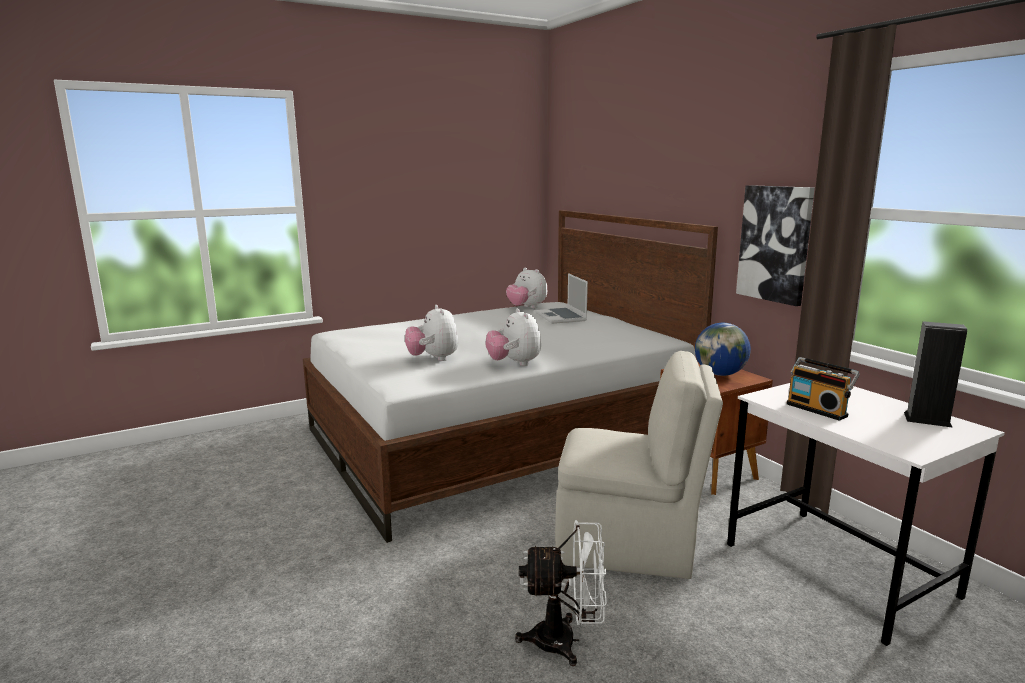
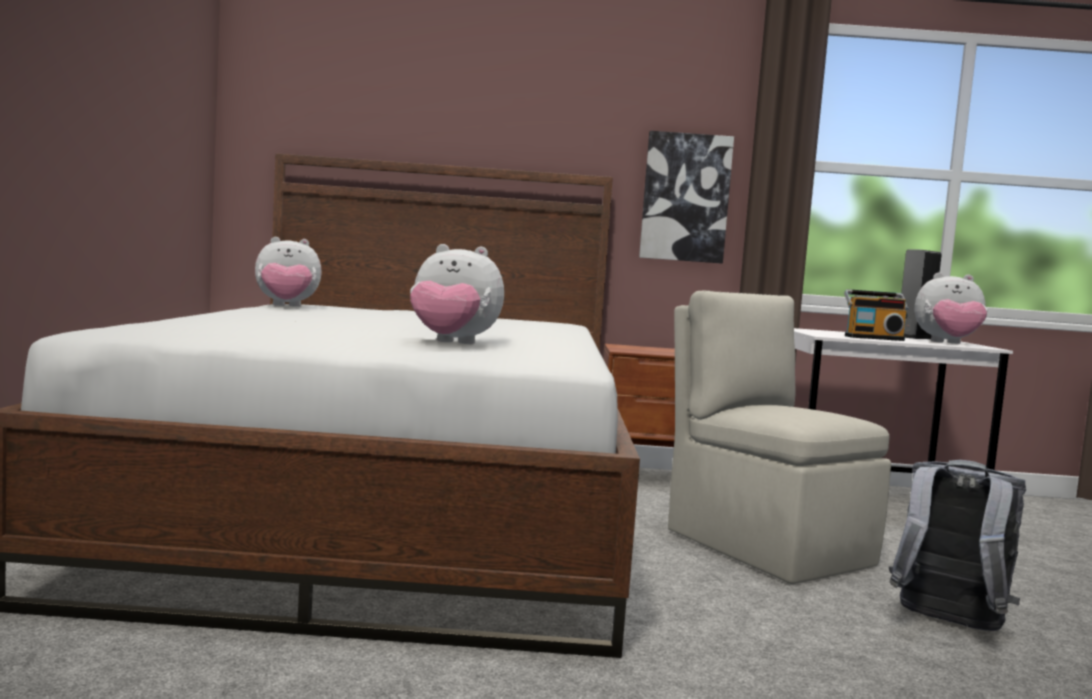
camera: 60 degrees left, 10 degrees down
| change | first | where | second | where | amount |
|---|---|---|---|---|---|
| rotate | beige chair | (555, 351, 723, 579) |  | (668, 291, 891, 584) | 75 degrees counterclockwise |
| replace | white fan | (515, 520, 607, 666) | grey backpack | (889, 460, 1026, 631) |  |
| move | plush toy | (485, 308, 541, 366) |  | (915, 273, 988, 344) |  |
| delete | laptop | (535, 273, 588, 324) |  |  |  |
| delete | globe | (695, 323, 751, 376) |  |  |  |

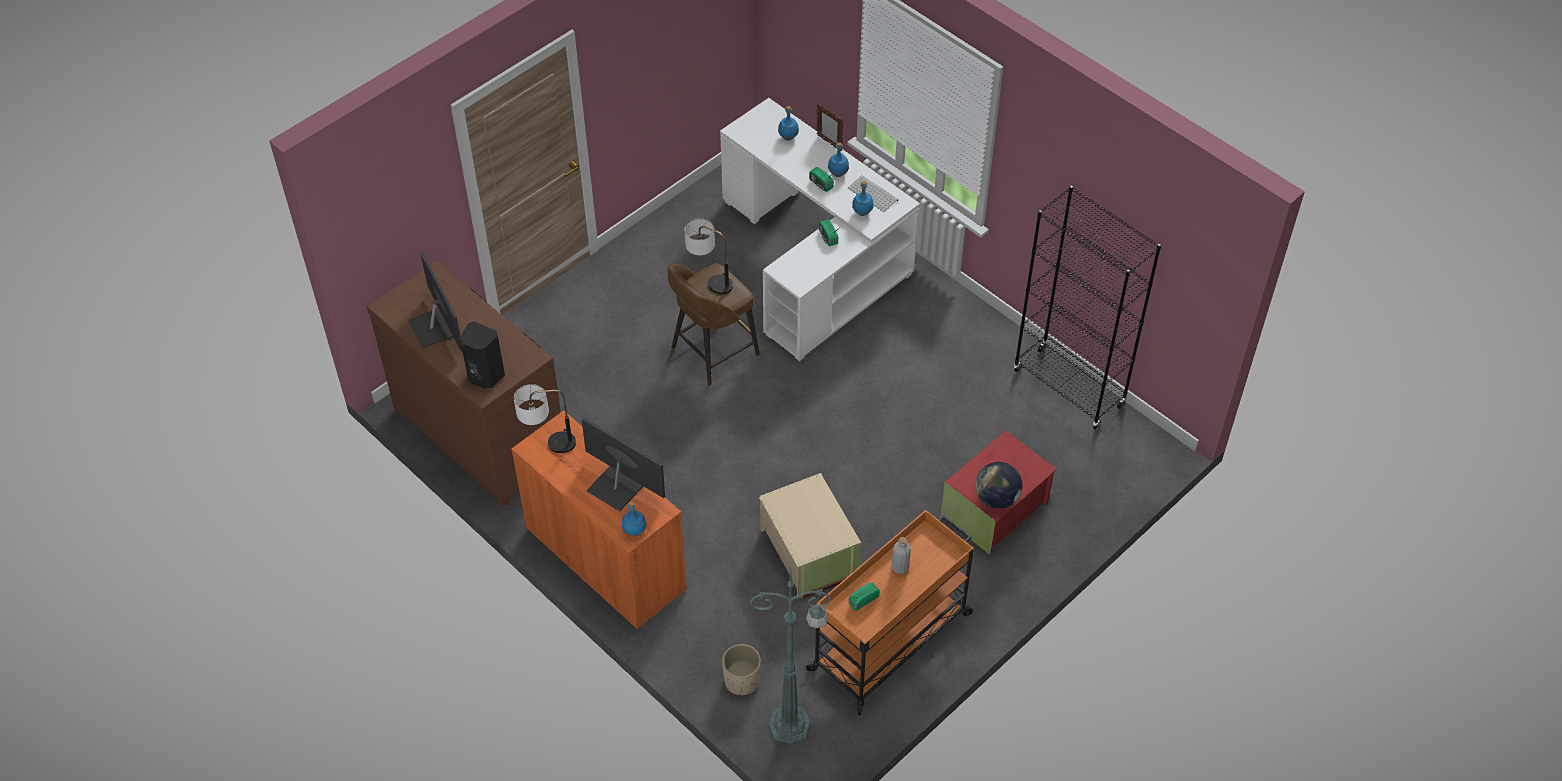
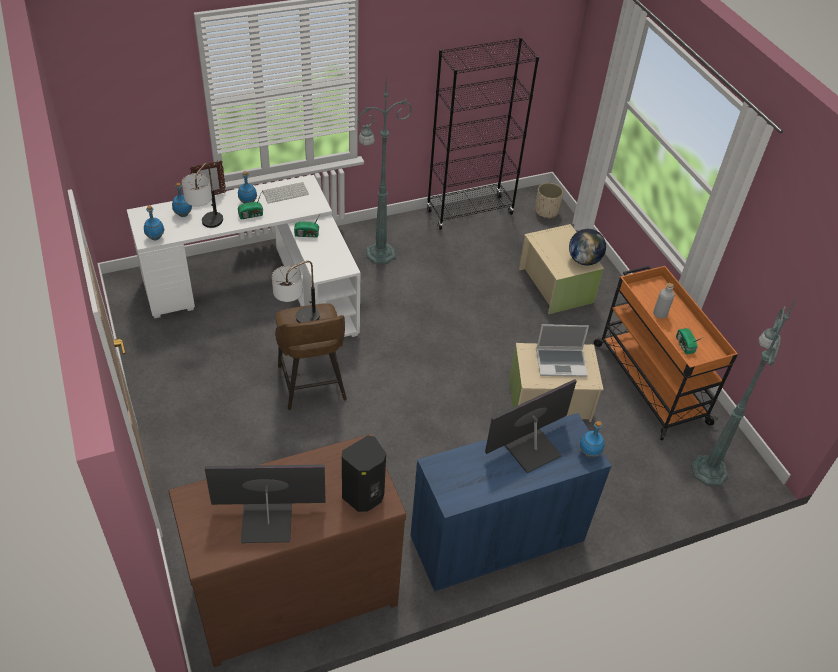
camera: 70 degrees left, 5 degrees down
| change | first | where | second | where | amount |
|---|---|---|---|---|---|
| move | blue bottle | (852, 181, 874, 216) |  | (144, 206, 165, 240) |  |
| move | table lamp | (514, 384, 576, 453) |  | (182, 163, 223, 228) |  |
| insert |  |  | green floor lamp | (358, 75, 412, 264) |  |
| recolor | orange cabinet | (511, 410, 687, 630) | blue cabinet | (410, 413, 611, 592) |  |
| recolor | red storage box | (941, 430, 1057, 555) | beige storage box | (519, 224, 604, 314) |  |
| move | beige planter | (722, 644, 761, 695) |  | (535, 183, 563, 219) |  |
| insert |  |  | laptop | (536, 324, 589, 377) |  |

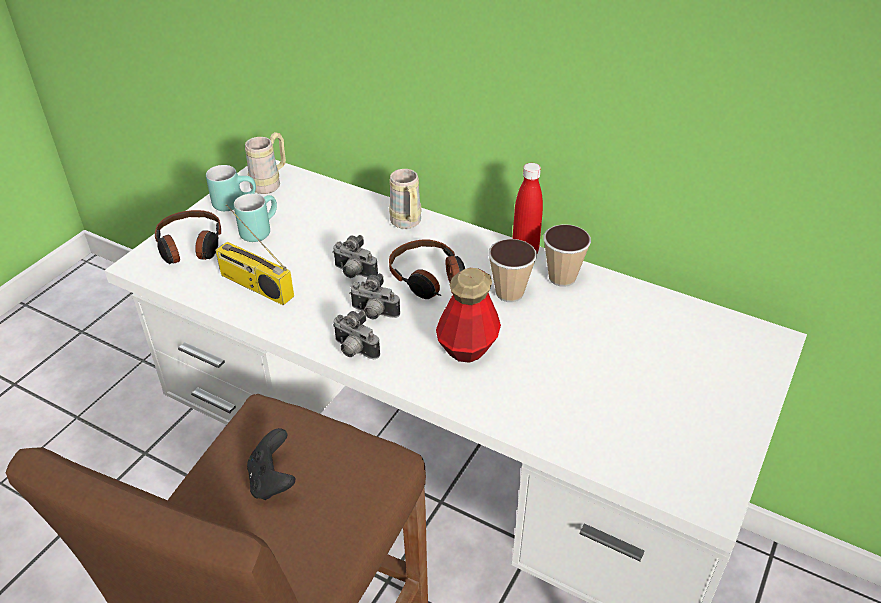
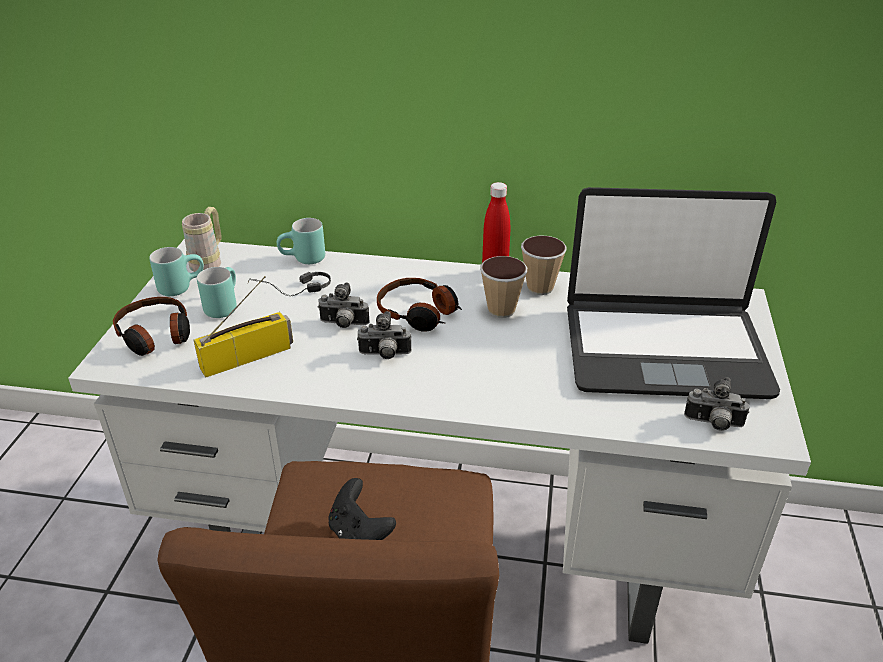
camera: 20 degrees left, 5 degrees down
| change | first | where | second | where | amount |
|---|---|---|---|---|---|
| rotate | radio | (215, 205, 294, 305) |  | (194, 276, 293, 378) | 135 degrees clockwise |
| insert |  |  | headphones | (248, 272, 331, 296) |  |
| insert |  |  | turquoise mug | (277, 218, 325, 264) |  |
| insert |  |  | laptop | (567, 187, 780, 399) |  |
| move | photo camera | (333, 311, 380, 359) |  | (684, 378, 749, 431) |  |
| delete | beige mug | (389, 169, 421, 229) |  |  |  |
| delete | bottle | (436, 268, 501, 363) |  |  |  |

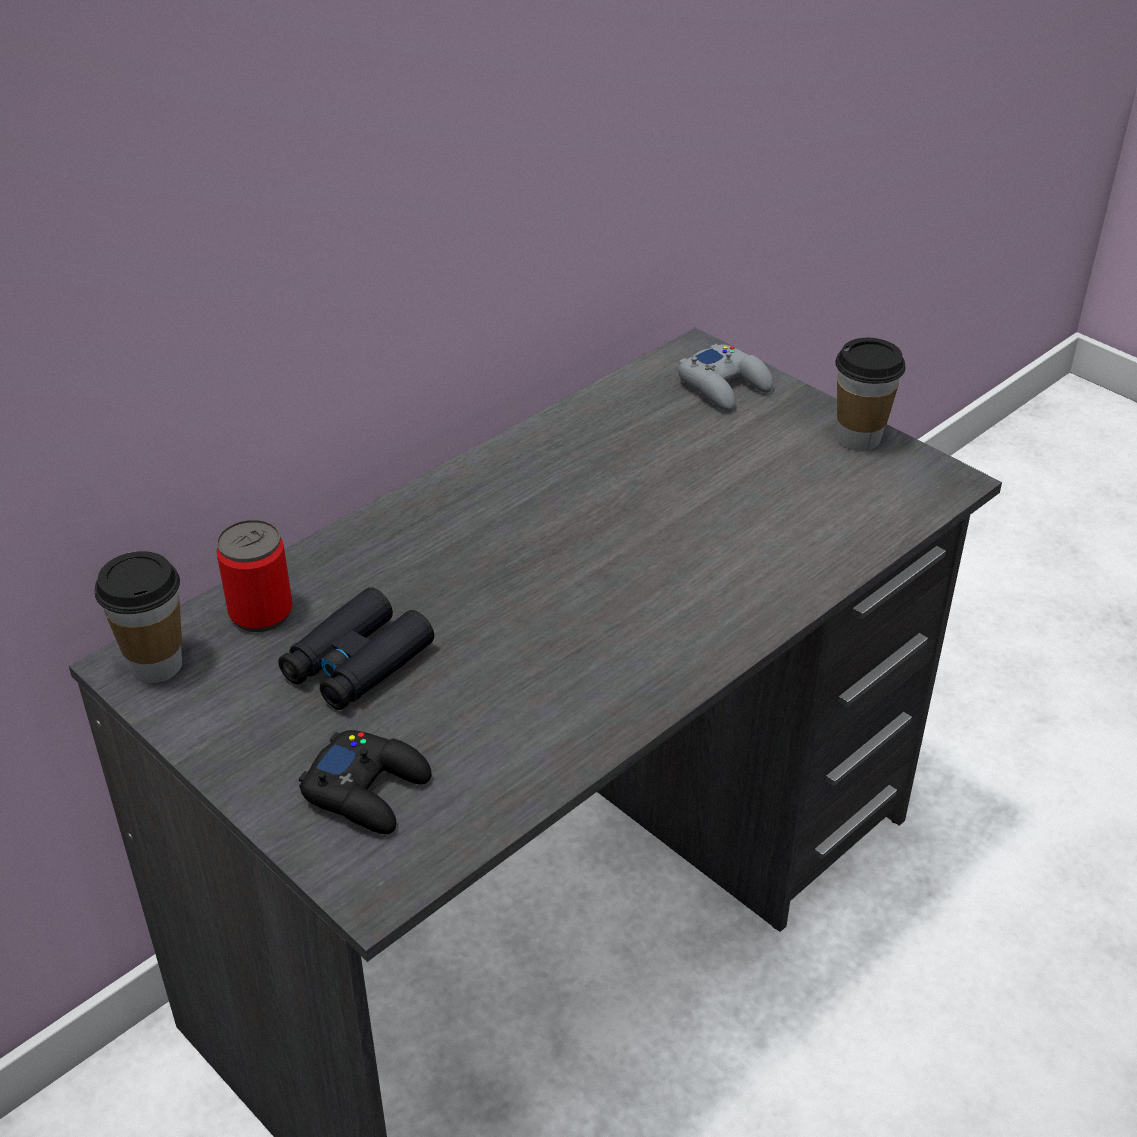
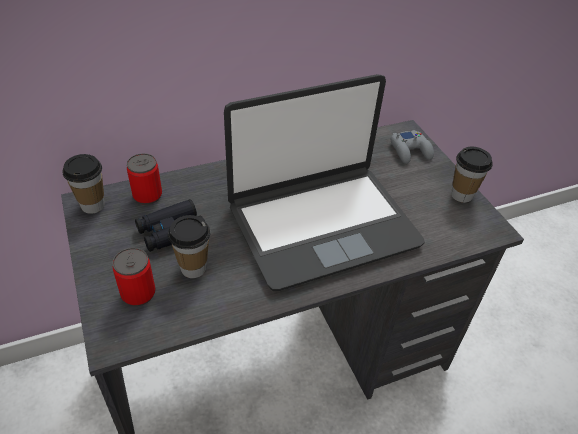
camera: 20 degrees right, 5 degrees up
| change | first | where | second | where | amount |
|---|---|---|---|---|---|
| replace | black game controller | (299, 730, 432, 834) | can | (113, 248, 156, 306) |  |
| insert |  |  | cup | (168, 215, 210, 278) |  |
| insert |  |  | laptop | (224, 74, 425, 291) |  |

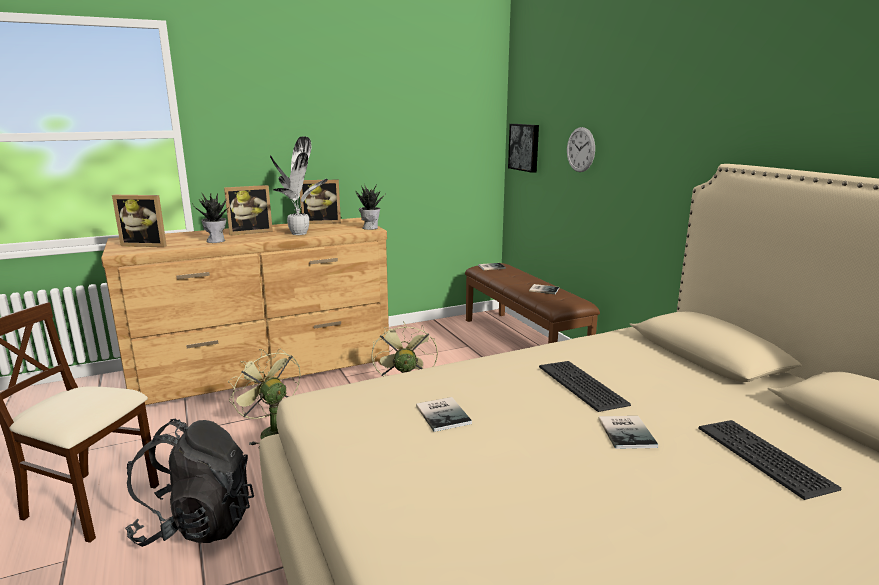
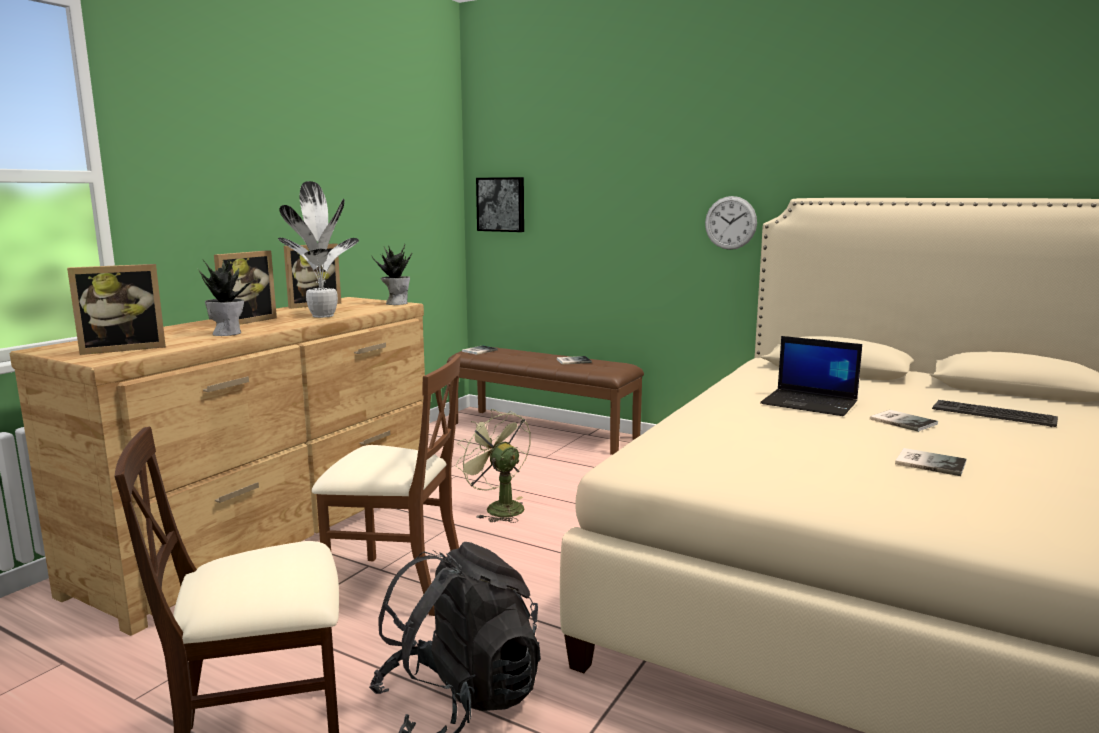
camera: 35 degrees left, 5 degrees down
| change | first | where | second | where | amount |
|---|---|---|---|---|---|
| replace | green fan | (228, 349, 301, 448) | brown chair | (312, 354, 461, 616) |  |
| move | wall clock | (567, 127, 595, 172) |  | (705, 196, 757, 250) |  |
| replace | keyboard | (539, 361, 631, 412) | laptop | (760, 336, 862, 416) |  |
| move | book | (416, 397, 472, 432) |  | (895, 448, 966, 476) |  |

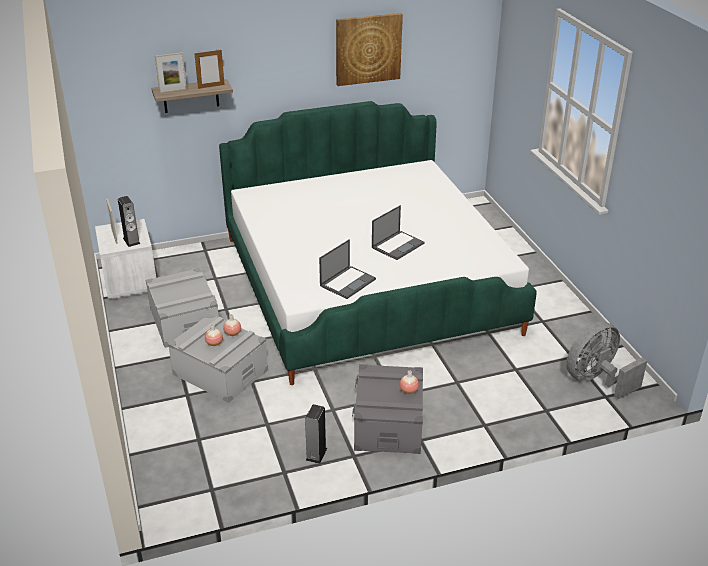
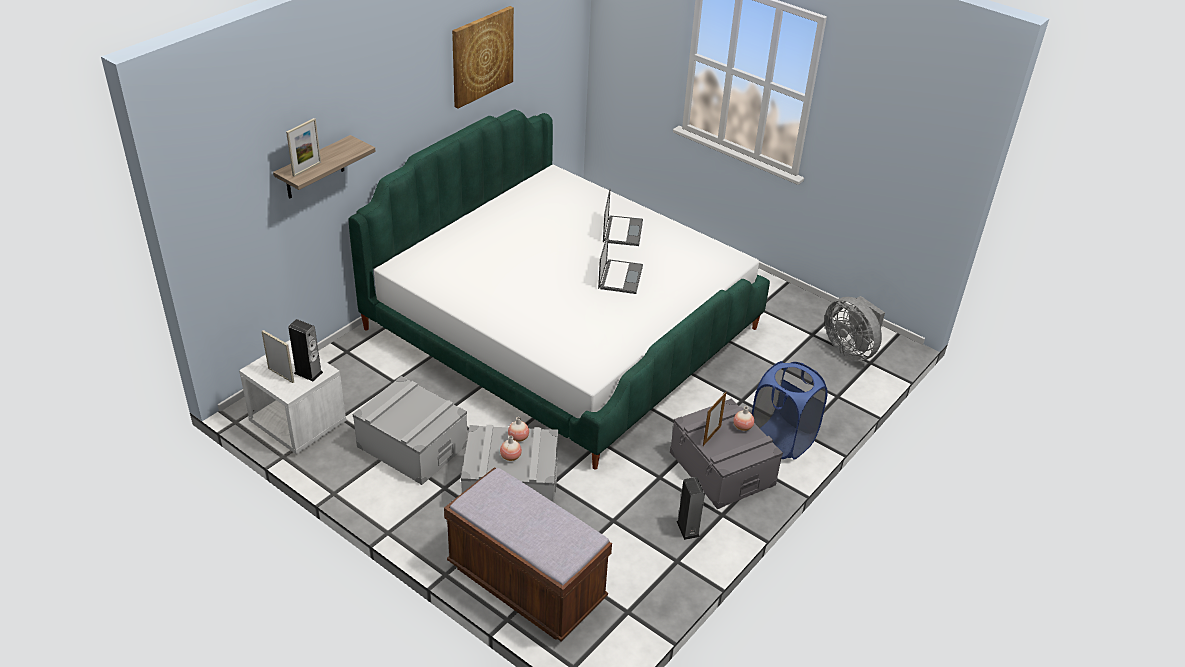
camera: 35 degrees left, 5 degrees up
| change | first | where | second | where | amount |
|---|---|---|---|---|---|
| insert |  |  | brown bench | (444, 467, 612, 641) |  |
| move | laptop | (319, 239, 376, 299) |  | (603, 189, 643, 246) |  |
| move | picture frame | (194, 50, 225, 89) |  | (703, 392, 726, 446) |  |
| insert |  |  | blue laundry basket | (752, 361, 828, 460) |  |
| rotate | grey fan | (566, 321, 647, 399) |  | (825, 296, 885, 361) | 60 degrees counterclockwise |

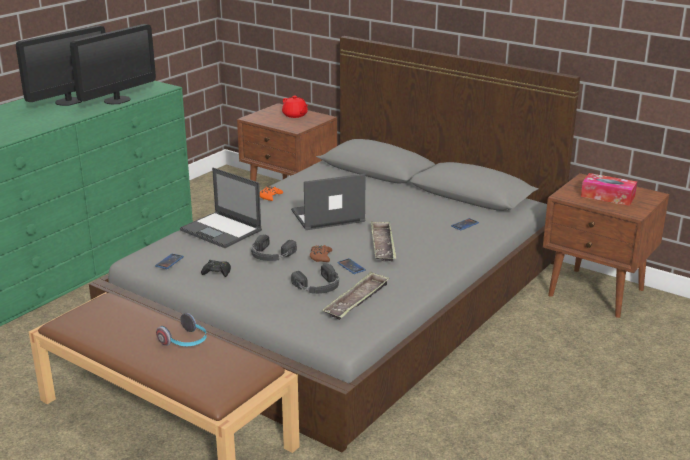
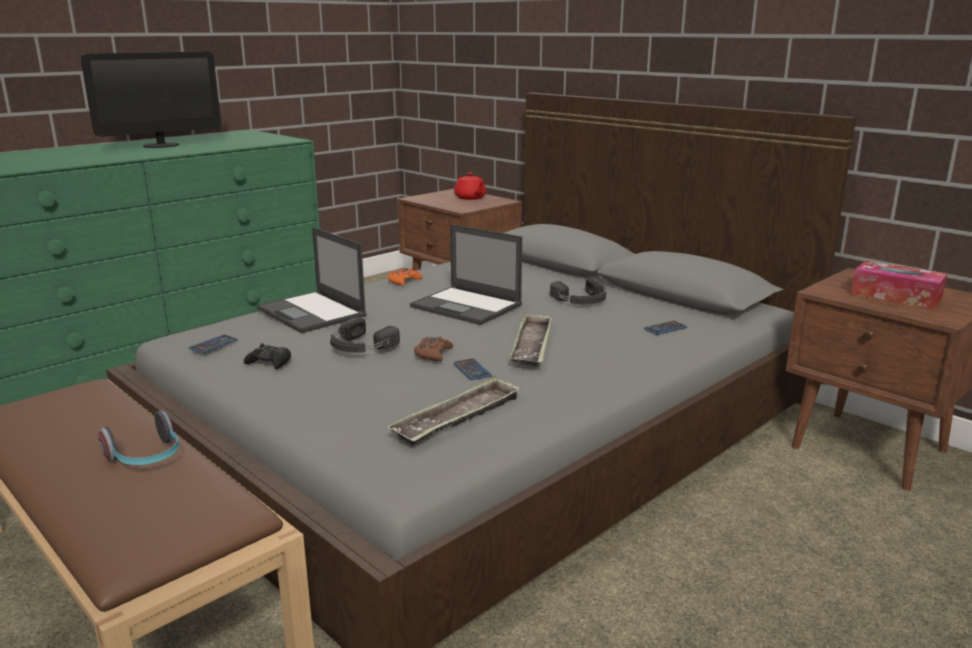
camera: 10 degrees right, 5 degrees down
| change | first | where | second | where | amount |
|---|---|---|---|---|---|
| rotate | laptop | (291, 174, 366, 230) |  | (410, 224, 522, 325) | 135 degrees counterclockwise |
| move | black headphones | (291, 264, 339, 294) |  | (550, 278, 607, 304) |  |
| delete | monitor | (70, 24, 156, 104) |  |  |  |

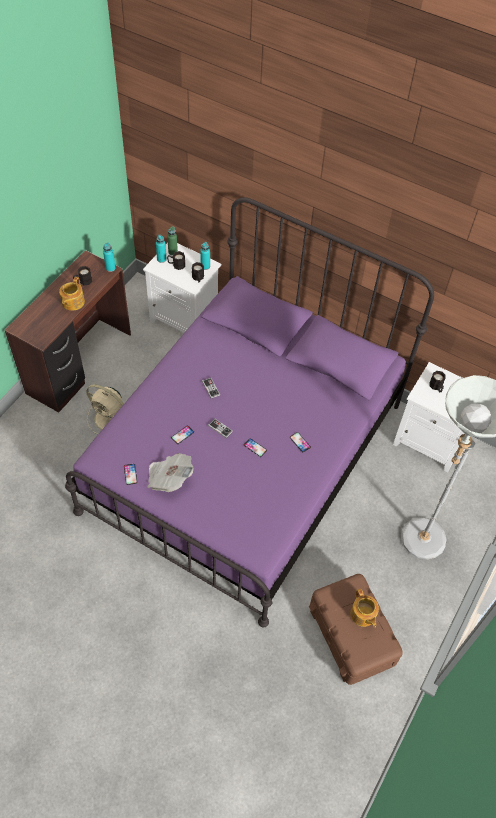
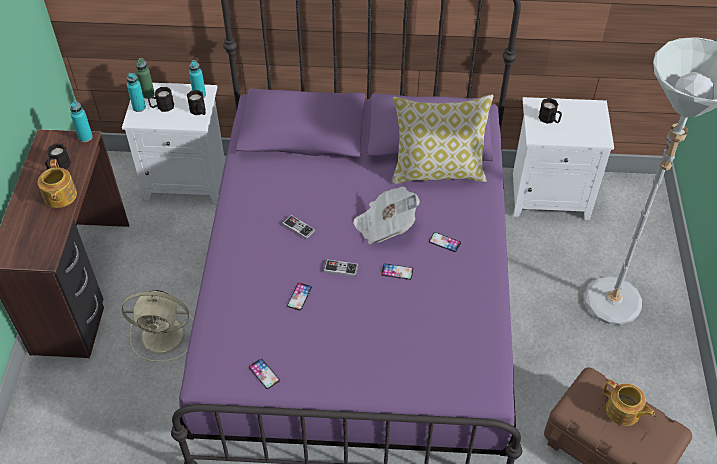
camera: 25 degrees left, 5 degrees down
| change | first | where | second | where | amount |
|---|---|---|---|---|---|
| move | newspaper | (148, 453, 194, 492) |  | (353, 187, 420, 244) |  |
| insert |  |  | pillow | (392, 94, 494, 184) |  |

